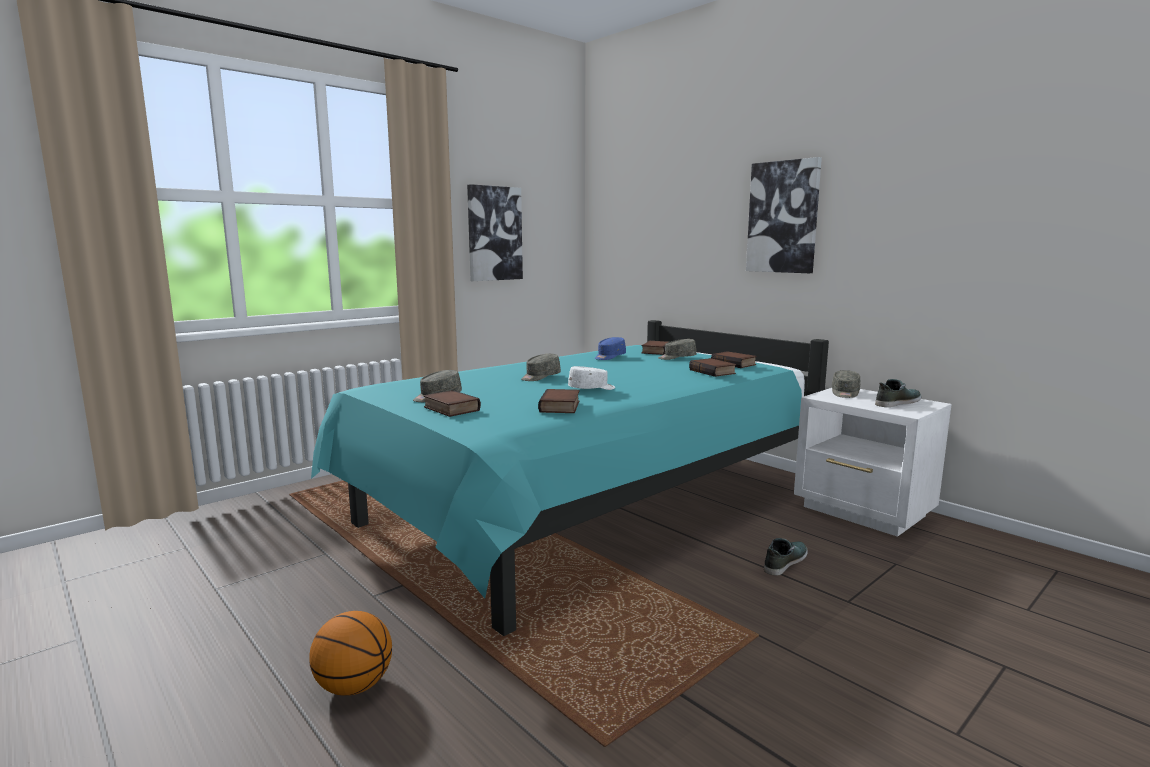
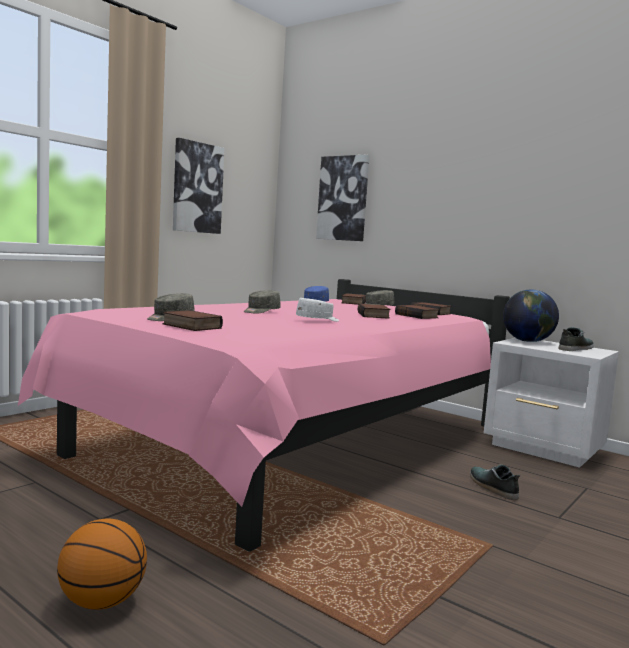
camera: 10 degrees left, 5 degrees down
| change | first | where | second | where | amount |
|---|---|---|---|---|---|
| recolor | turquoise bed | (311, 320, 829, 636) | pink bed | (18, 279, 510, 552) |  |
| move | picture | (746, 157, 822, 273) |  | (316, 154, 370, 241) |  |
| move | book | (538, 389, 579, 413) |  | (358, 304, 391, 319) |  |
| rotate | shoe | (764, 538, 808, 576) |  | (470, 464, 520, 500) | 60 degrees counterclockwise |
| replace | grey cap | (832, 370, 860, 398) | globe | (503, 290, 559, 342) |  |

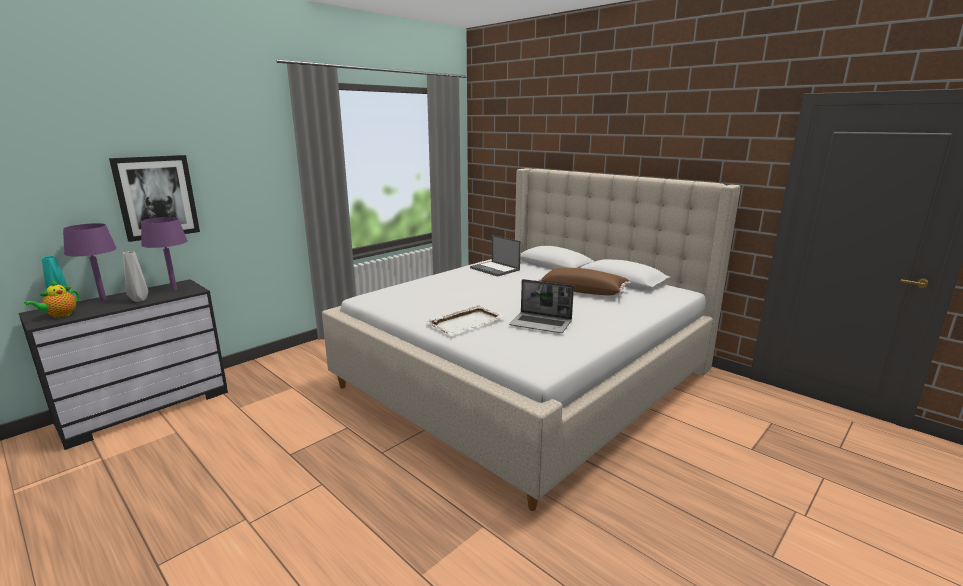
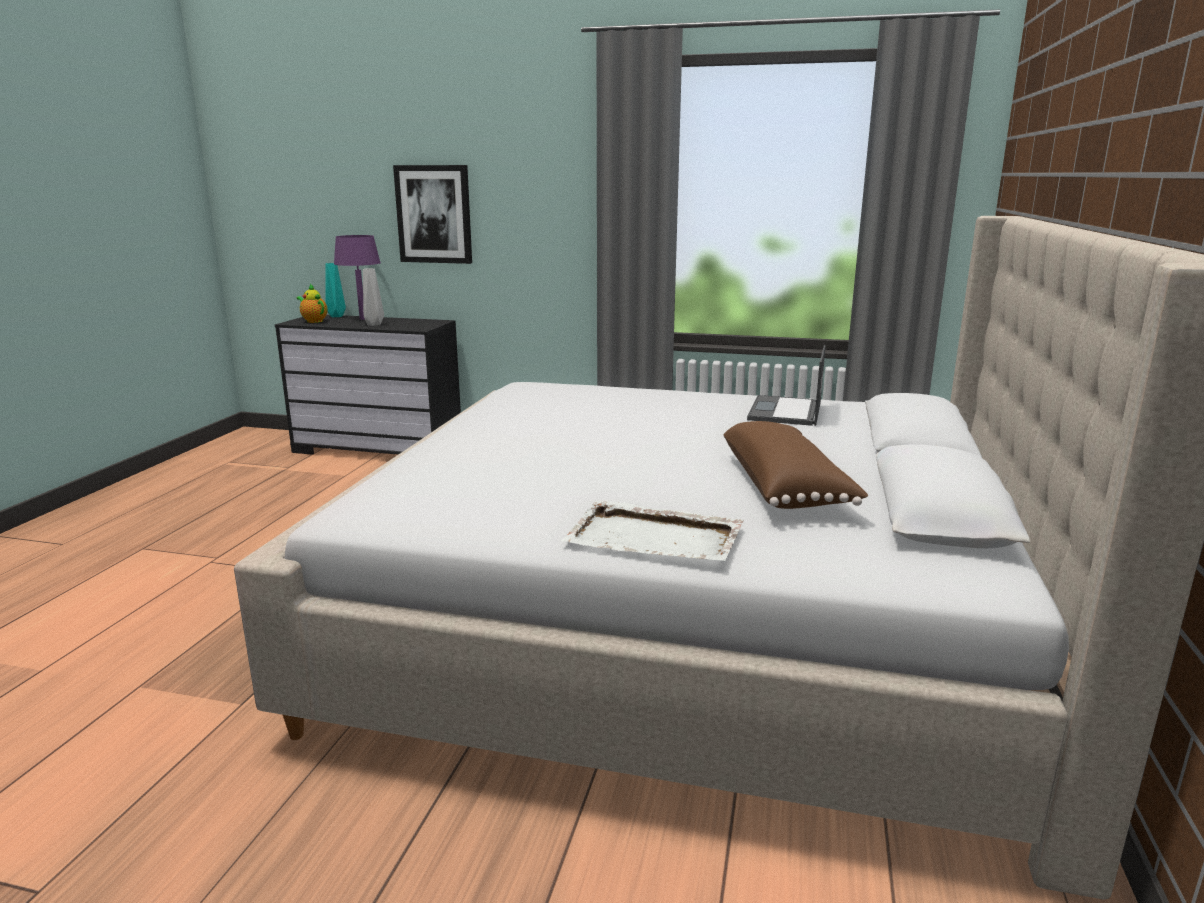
camera: 60 degrees right, 0 degrees up
| change | first | where | second | where | amount |
|---|---|---|---|---|---|
| rotate | teapot | (24, 280, 79, 318) |  | (297, 284, 328, 323) | 45 degrees clockwise |
| move | white tray | (426, 305, 504, 336) |  | (561, 501, 744, 561) |  |
| delete | purple table lamp | (141, 217, 188, 291) |  |  |  |
| delete | laptop | (509, 279, 574, 333) |  |  |  |

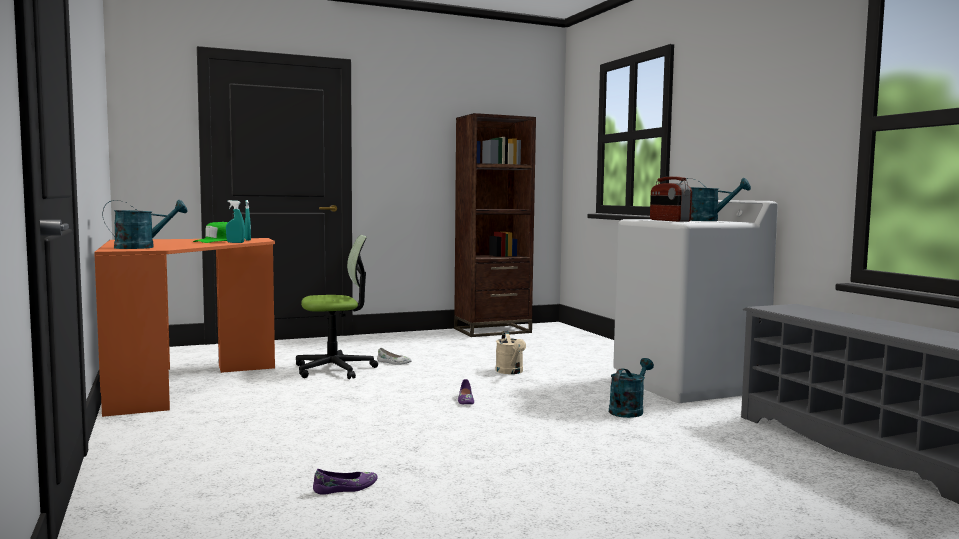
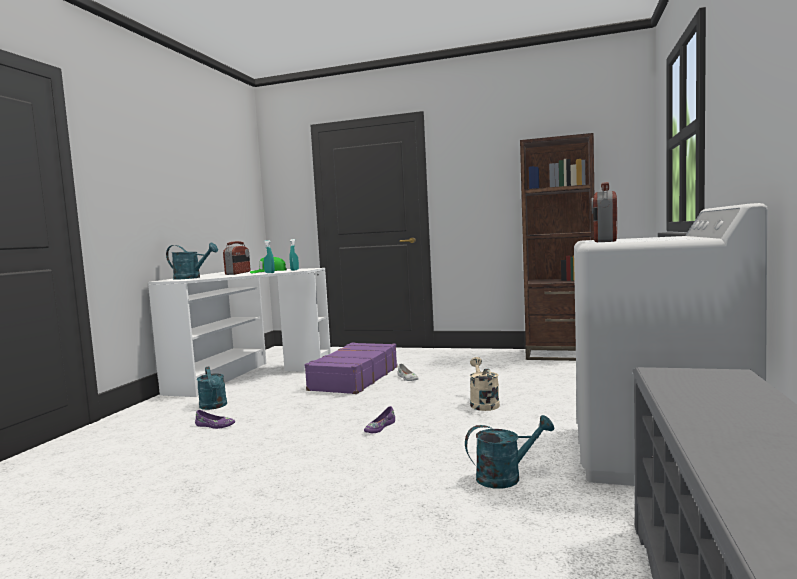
camera: 40 degrees right, 0 degrees up
| change | first | where | second | where | amount |
|---|---|---|---|---|---|
| recolor | orange desk | (94, 238, 275, 417) | white desk | (148, 268, 331, 397) |  |
| move | purple shoe | (313, 469, 378, 495) |  | (195, 410, 235, 429) |  |
| move | turquoise watering can | (680, 178, 751, 221) |  | (197, 367, 227, 410) |  |
| insert |  |  | radio | (223, 241, 250, 275) |  |
| replace | office chair | (296, 235, 378, 379) | purple suitcase | (304, 342, 398, 394) |  |
| rotate | beige watering can | (496, 331, 526, 374) |  | (470, 357, 500, 411) | 150 degrees clockwise |

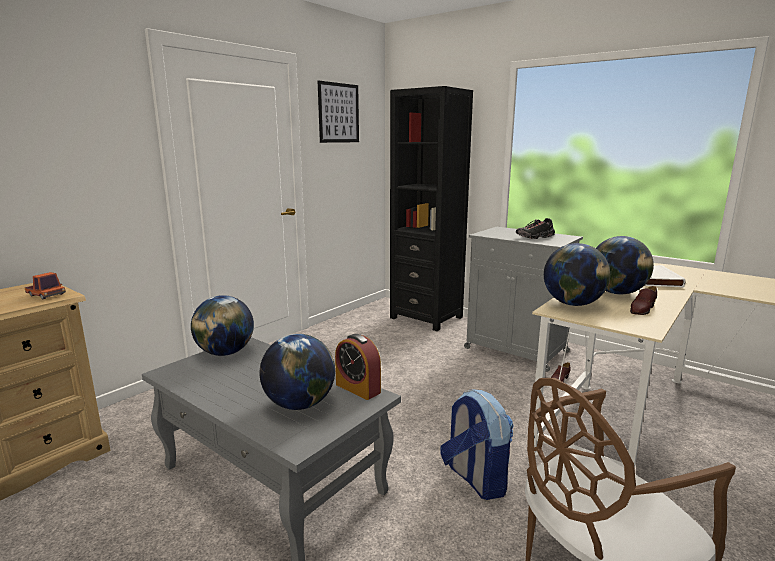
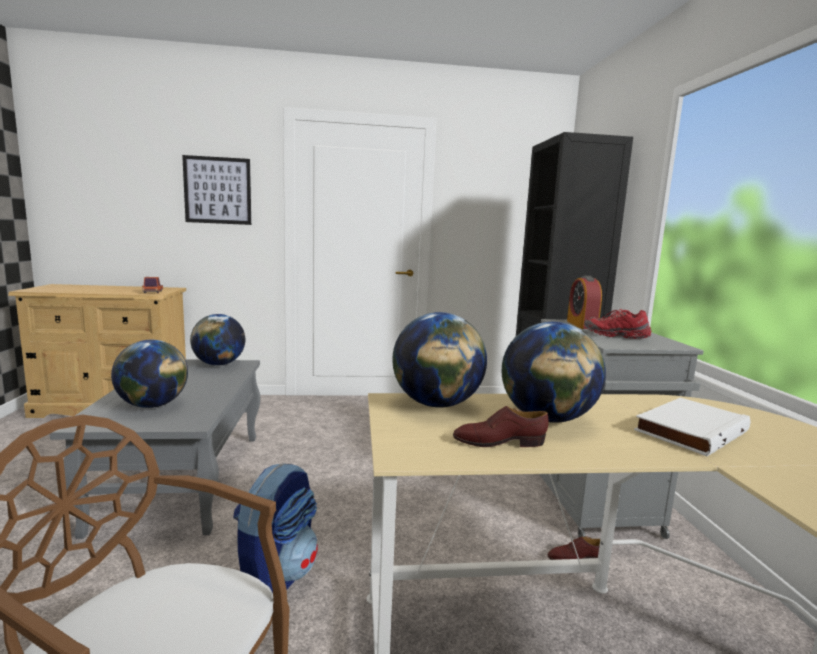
camera: 45 degrees right, 5 degrees down
| change | first | where | second | where | amount |
|---|---|---|---|---|---|
| move | picture | (318, 81, 359, 143) |  | (182, 155, 251, 225) |  |
| move | alarm clock | (335, 334, 381, 400) |  | (567, 276, 602, 329) |  |
| recolor | black shoe | (516, 218, 555, 239) | red shoe | (584, 309, 652, 339) |  |

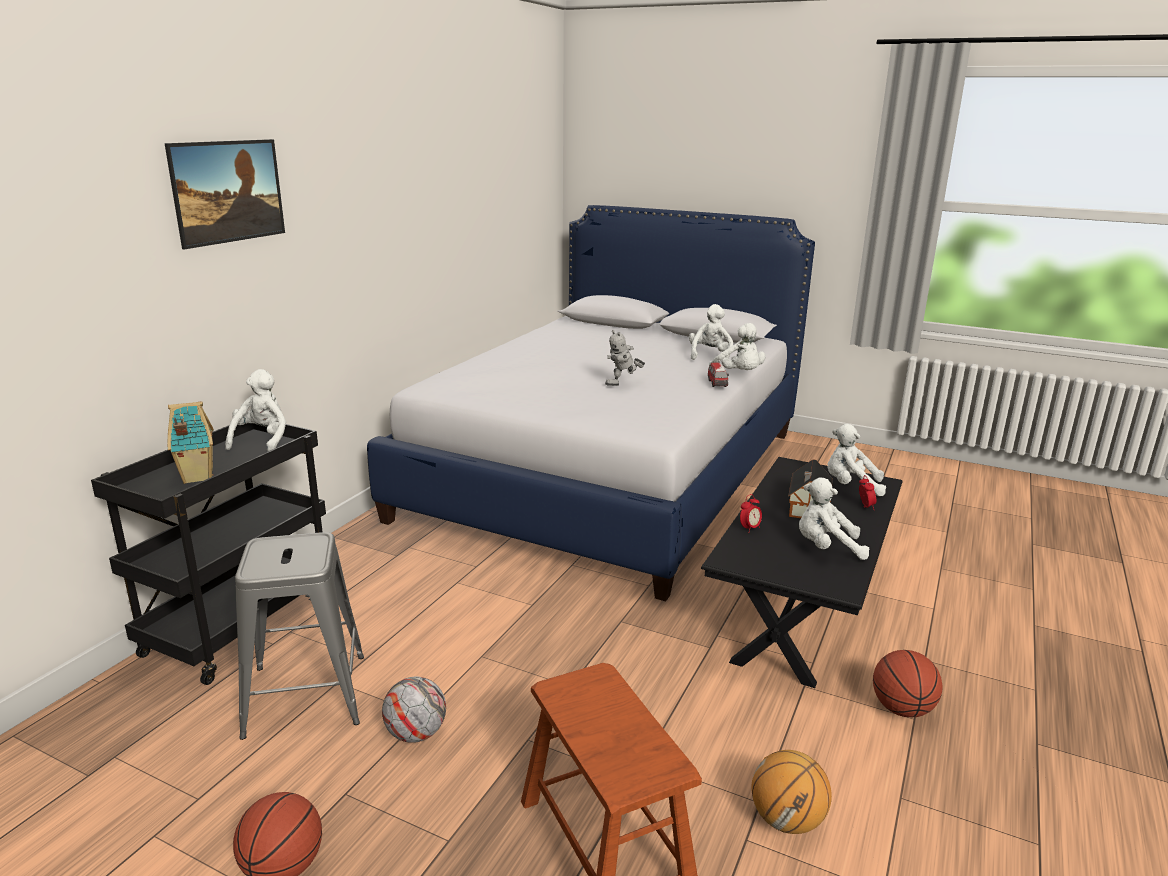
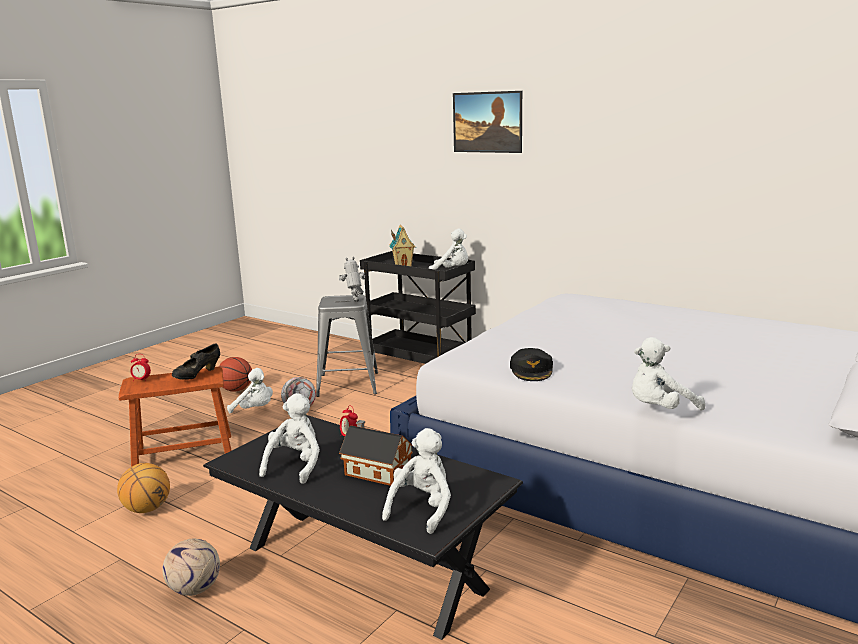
camera: 100 degrees right, 5 degrees down
| change | first | where | second | where | amount |
|---|---|---|---|---|---|
| move | alarm clock | (859, 475, 876, 509) |  | (130, 354, 151, 382) |  |
| replace | basketball | (873, 650, 943, 717) | football | (162, 538, 220, 596) |  |
| insert |  |  | black shoe | (172, 343, 220, 380) |  |
| move | white plush toy | (689, 304, 733, 360) |  | (227, 368, 273, 413) |  |
| move | toy robot | (605, 330, 645, 386) |  | (339, 257, 365, 302) |  |
| insert |  |  | black cap | (510, 348, 553, 381) |  |
| delete | toy car | (708, 362, 729, 387) |  |  |  |

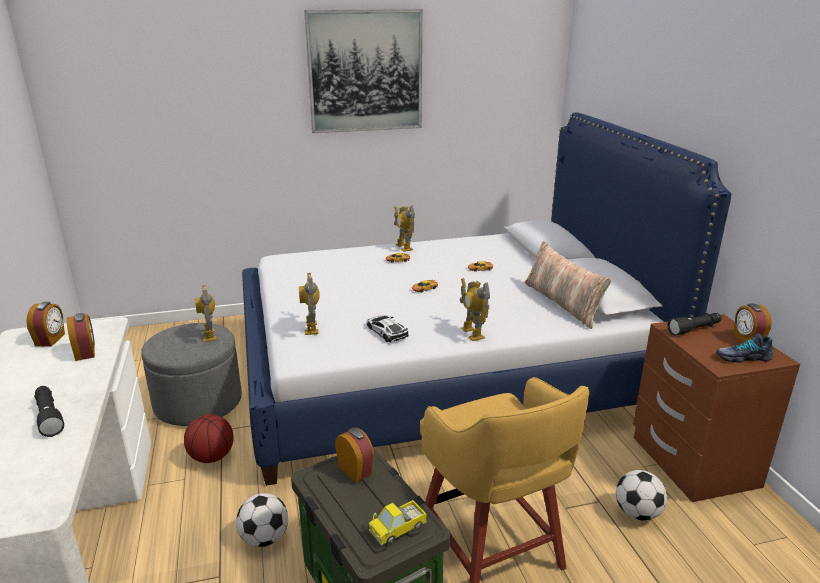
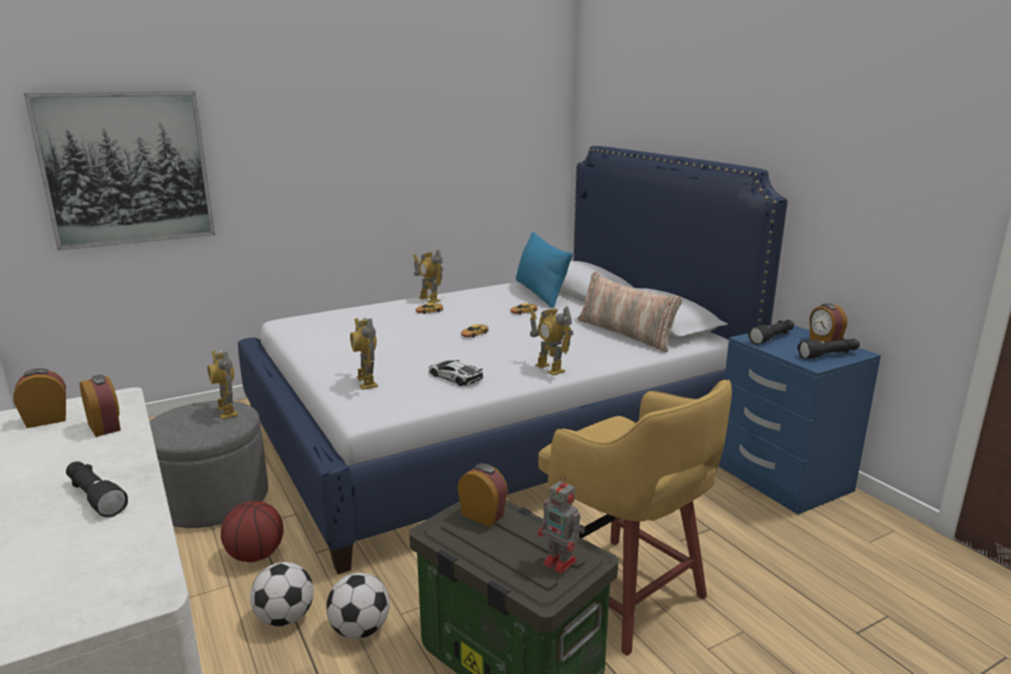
camera: 15 degrees left, 5 degrees down
| change | first | where | second | where | amount |
|---|---|---|---|---|---|
| rotate | alarm clock | (26, 302, 65, 347) |  | (13, 368, 66, 428) | 105 degrees counterclockwise |
| move | picture | (304, 9, 422, 133) |  | (24, 91, 215, 250) |  |
| move | football | (616, 470, 667, 521) |  | (250, 562, 314, 627) |  |
| insert |  |  | blue pillow | (516, 232, 573, 308) |  |
| replace | toy truck | (369, 500, 427, 546) | toy robot | (538, 475, 585, 573) |  |
| recolor | brown nightstand | (633, 314, 800, 502) | blue nightstand | (719, 325, 881, 514) |  |
| replace | shoe | (716, 334, 773, 363) | black flashlight | (797, 338, 860, 359) |  |

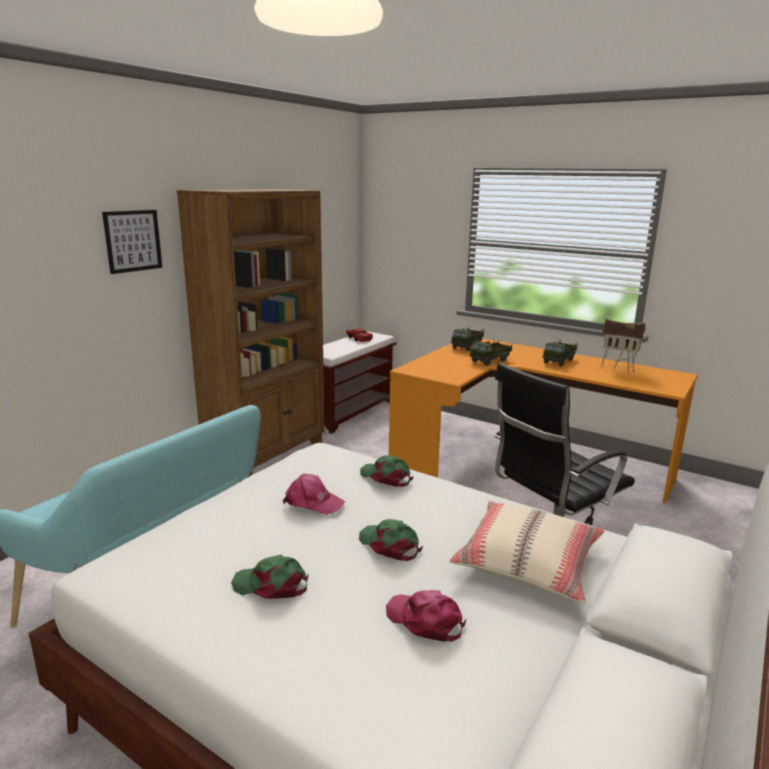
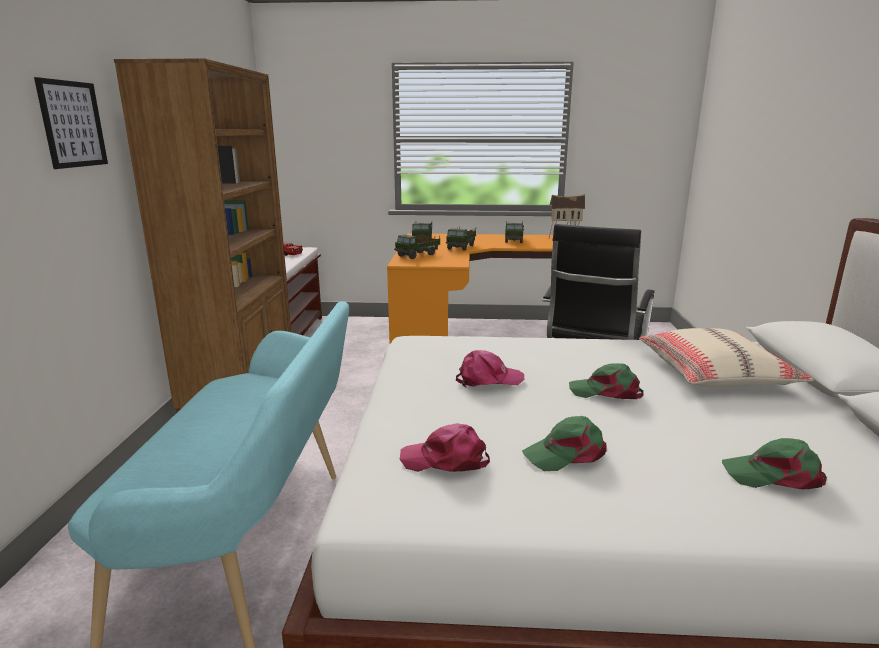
camera: 30 degrees left, 0 degrees up
| change | first | where | second | where | amount |
|---|---|---|---|---|---|
| insert |  |  | toy truck | (394, 233, 440, 259) |  |
| move | pink cap | (386, 590, 466, 642) |  | (400, 423, 490, 472) |  |
| move | green cap | (360, 455, 413, 487) |  | (722, 438, 827, 490) |  |

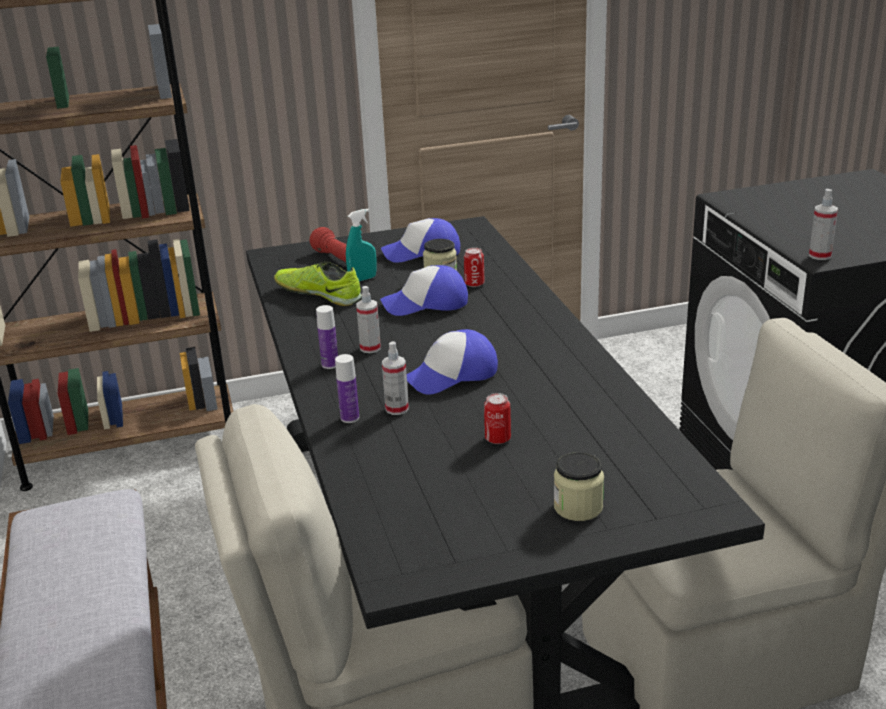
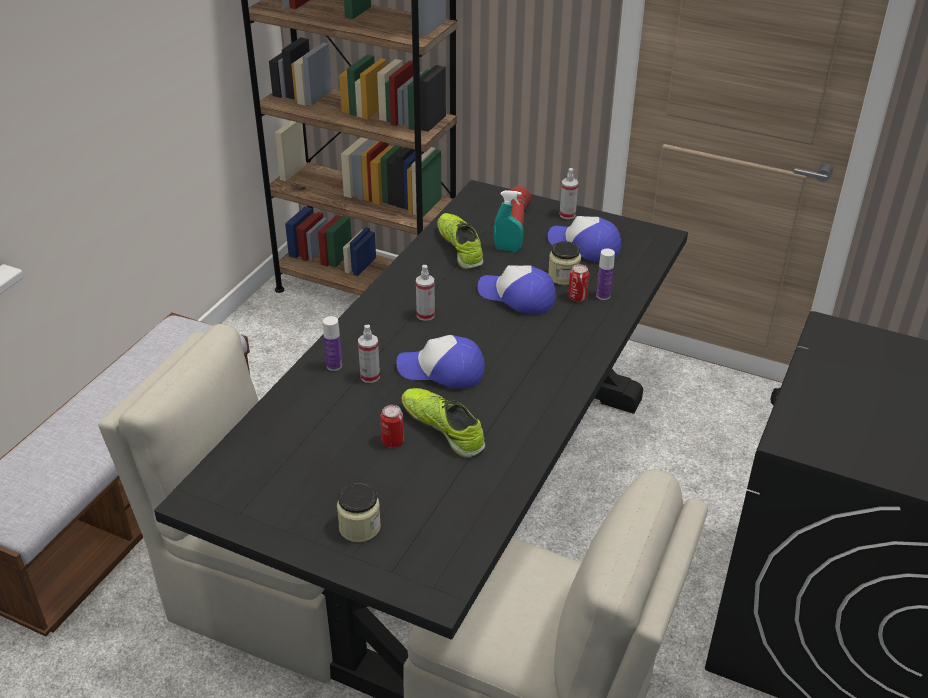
camera: 40 degrees right, 10 degrees up
| change | first | where | second | where | amount |
|---|---|---|---|---|---|
| insert |  |  | shoe | (401, 388, 485, 458) |  |
| move | spray bottle | (809, 189, 838, 260) |  | (560, 168, 578, 219) |  |
| move | bottle | (316, 305, 338, 369) |  | (596, 249, 615, 300) |  |

